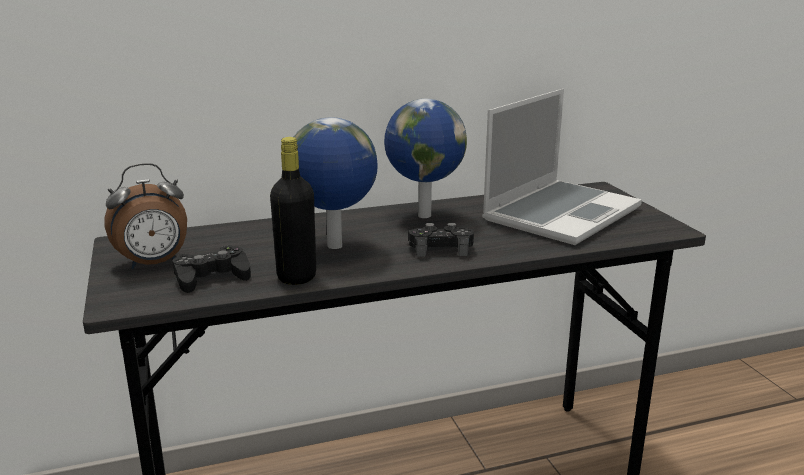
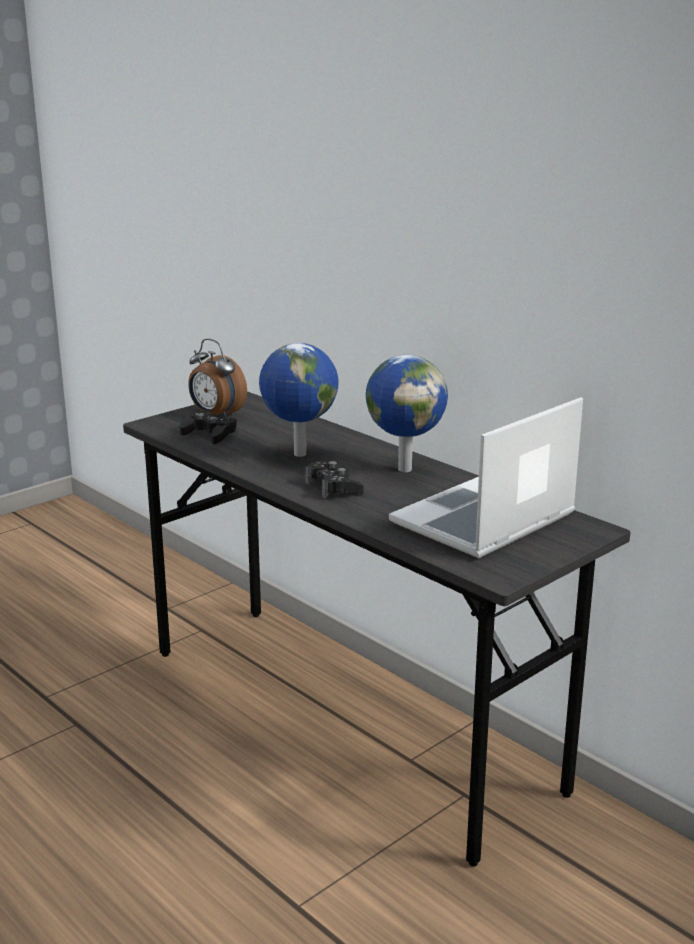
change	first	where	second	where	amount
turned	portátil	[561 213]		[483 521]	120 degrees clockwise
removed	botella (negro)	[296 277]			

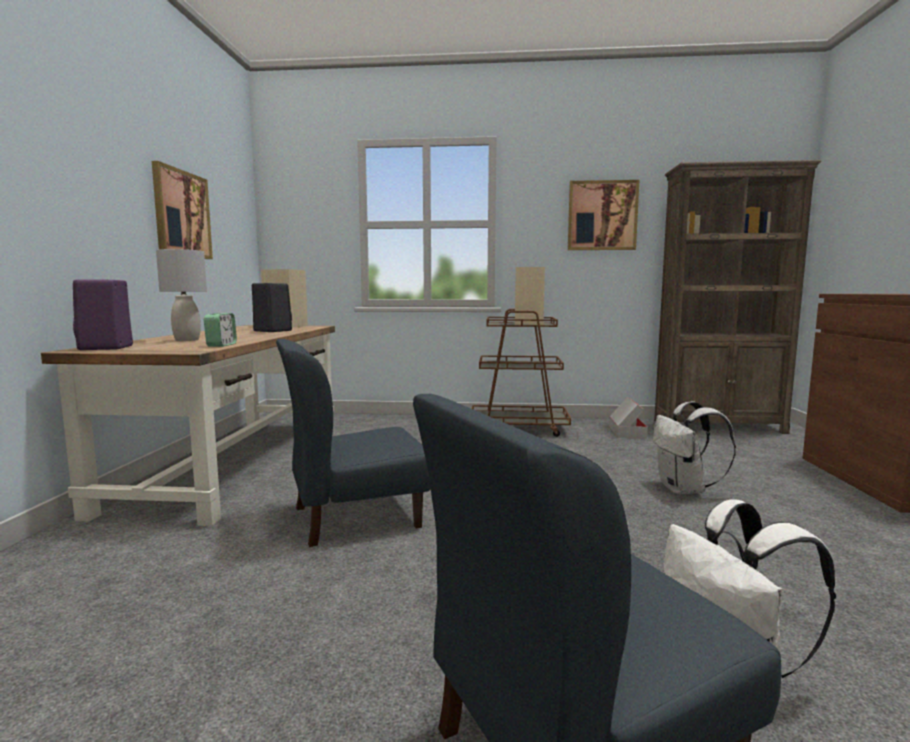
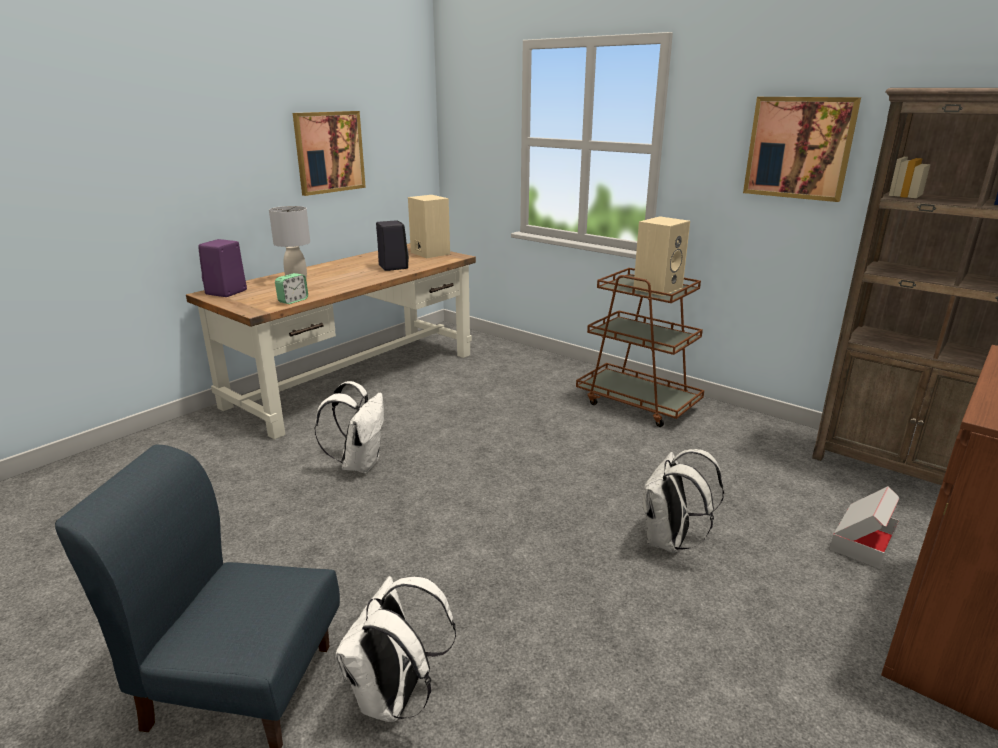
change	first	where	second	where	amount
replaced	silla (azul)	[355 517]	mochila (blanco)	[359 463]	
moved	caja de cartón	[627 432]		[862 542]	

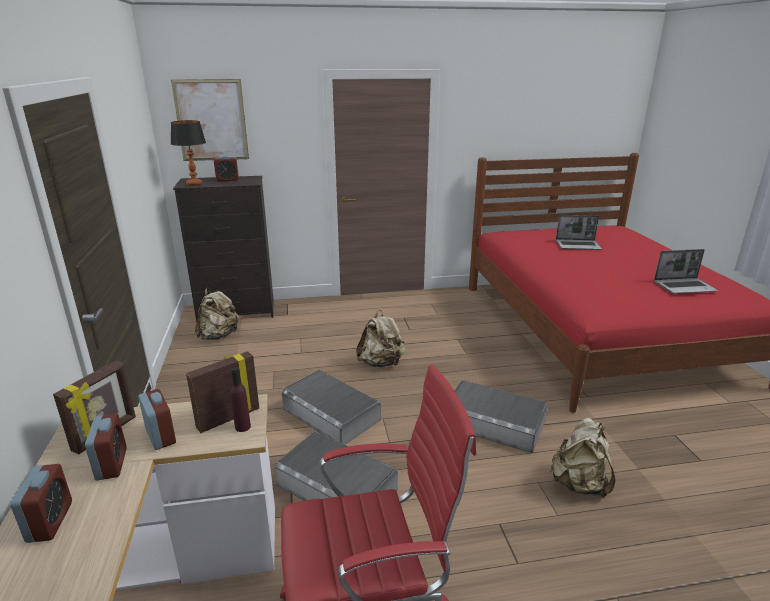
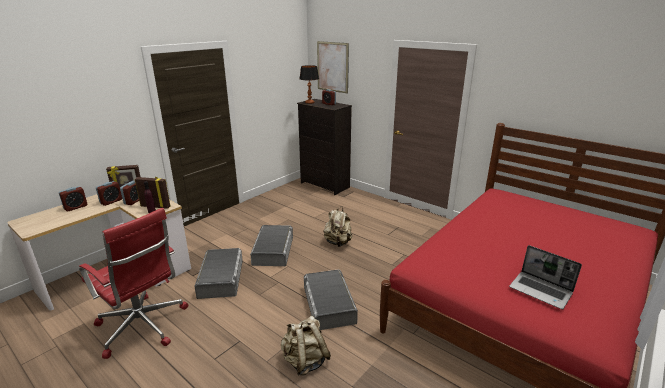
change	first	where	second	where	amount
removed	mochila (beis)	[219 335]			
removed	portátil	[578 245]			

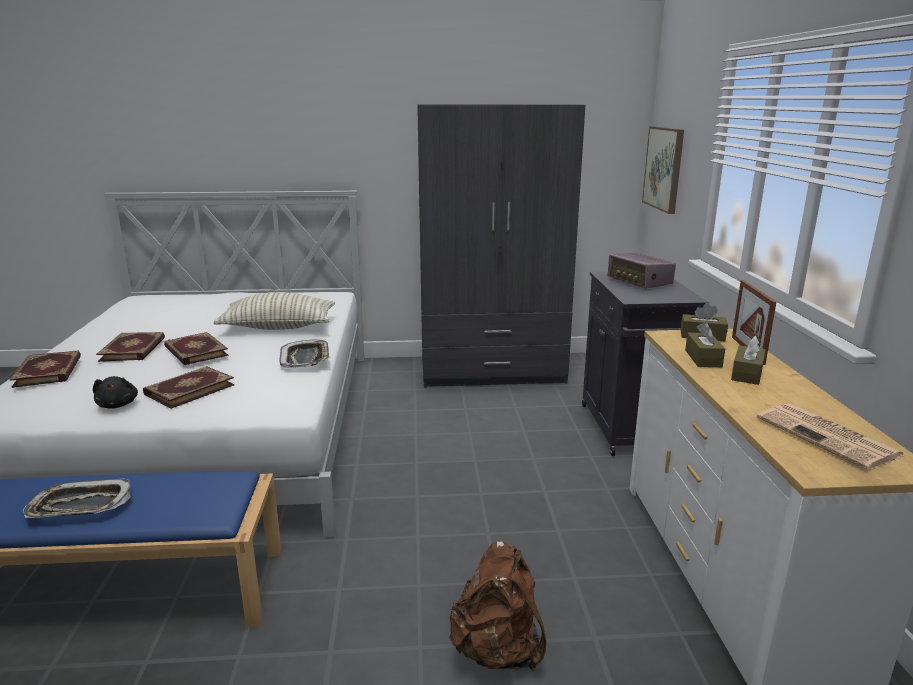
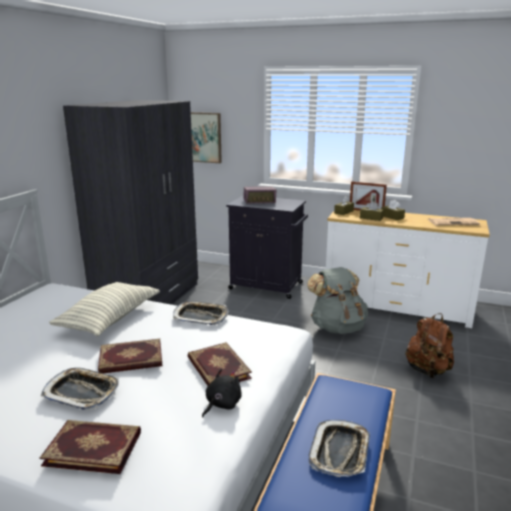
change	first	where	second	where	amount
replaced	libro	[134 349]	bandeja	[82 392]	
turned	peluche (negro)	[118 405]		[221 404]	60 degrees counterclockwise
added			mochila (gris)	[337 327]	

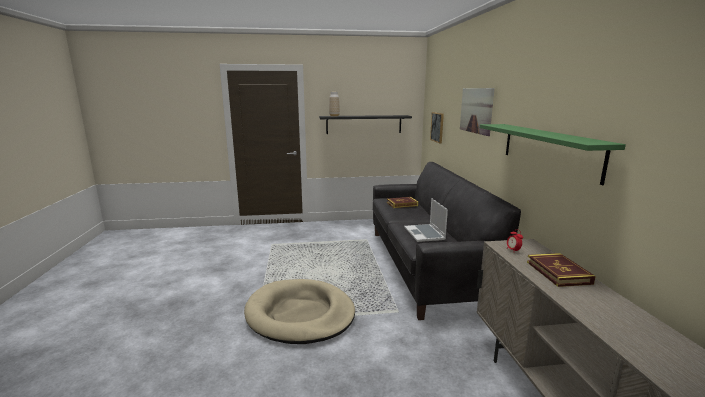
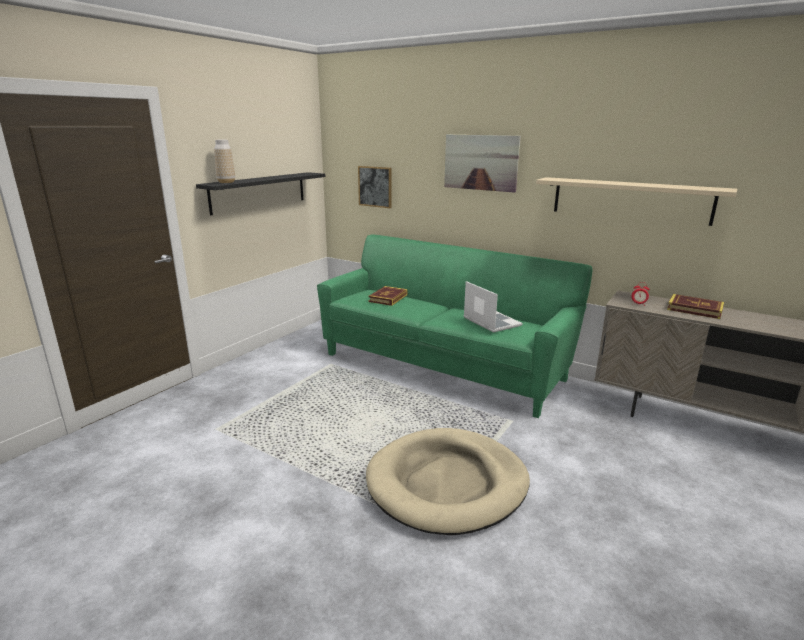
change	first	where	second	where	amount
recoloured	sofá (negro)	[423 265]	sofá (verde)	[442 366]	
turned	portátil	[425 234]		[490 322]	150 degrees counterclockwise
recoloured	estante (verde)	[548 149]	estante (beis)	[630 200]	

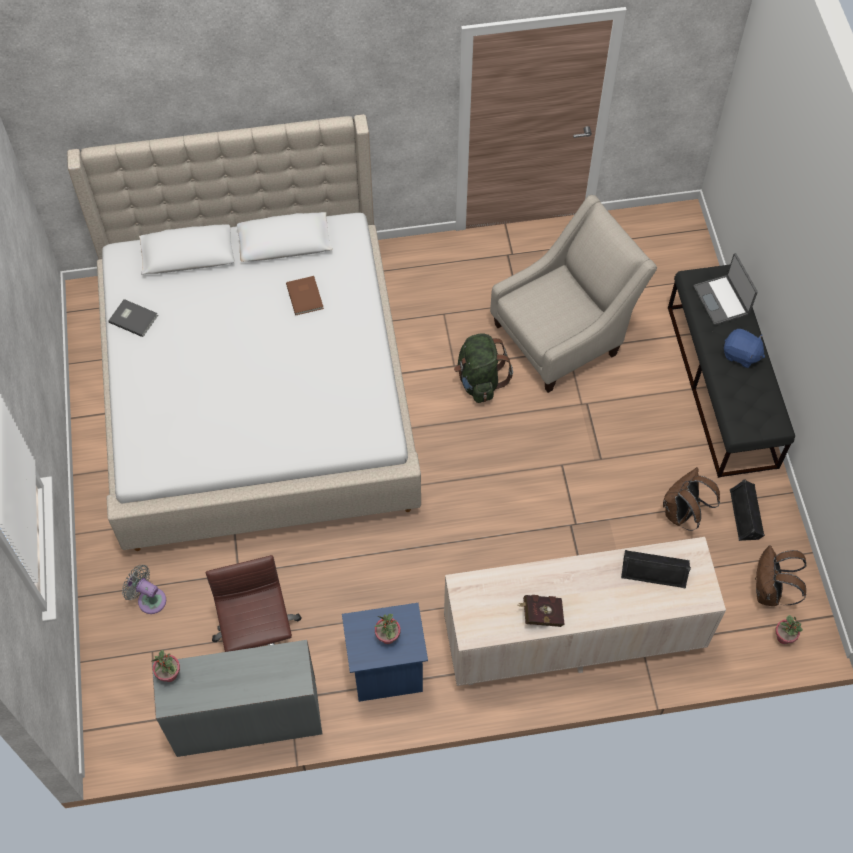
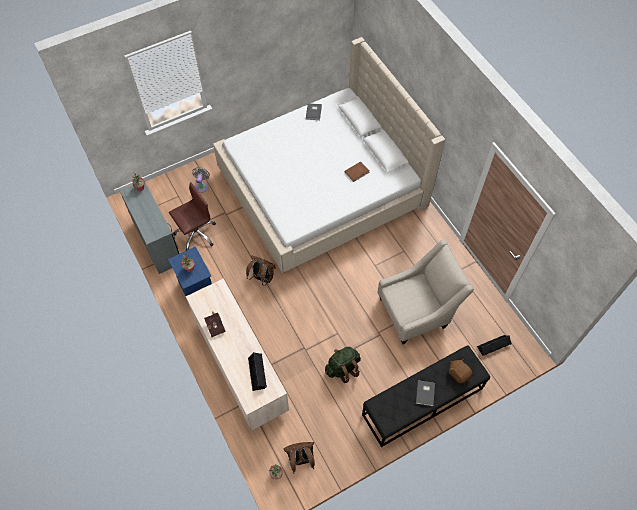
change	first	where	second	where	amount
moved	mochila (marrón)	[682 514]		[262 278]	
moved	mochila (verde)	[479 381]		[342 368]	
turned	sillón (beis)	[563 335]		[417 311]	60 degrees counterclockwise
replaced	peluche (azul)	[741 355]	libro (gris)	[425 393]	
replaced	portátil	[722 300]	peluche (marrón)	[459 373]	
moved	altavoz (negro)	[747 514]		[493 346]	

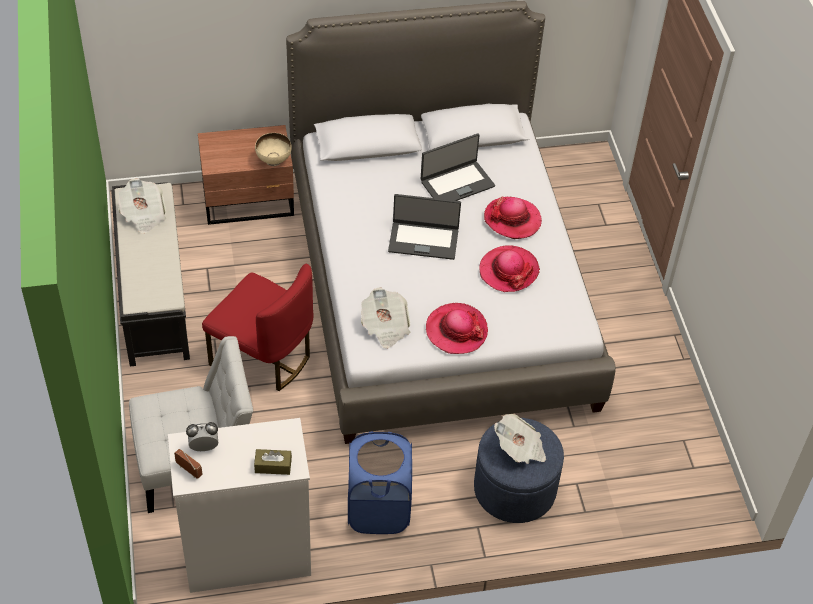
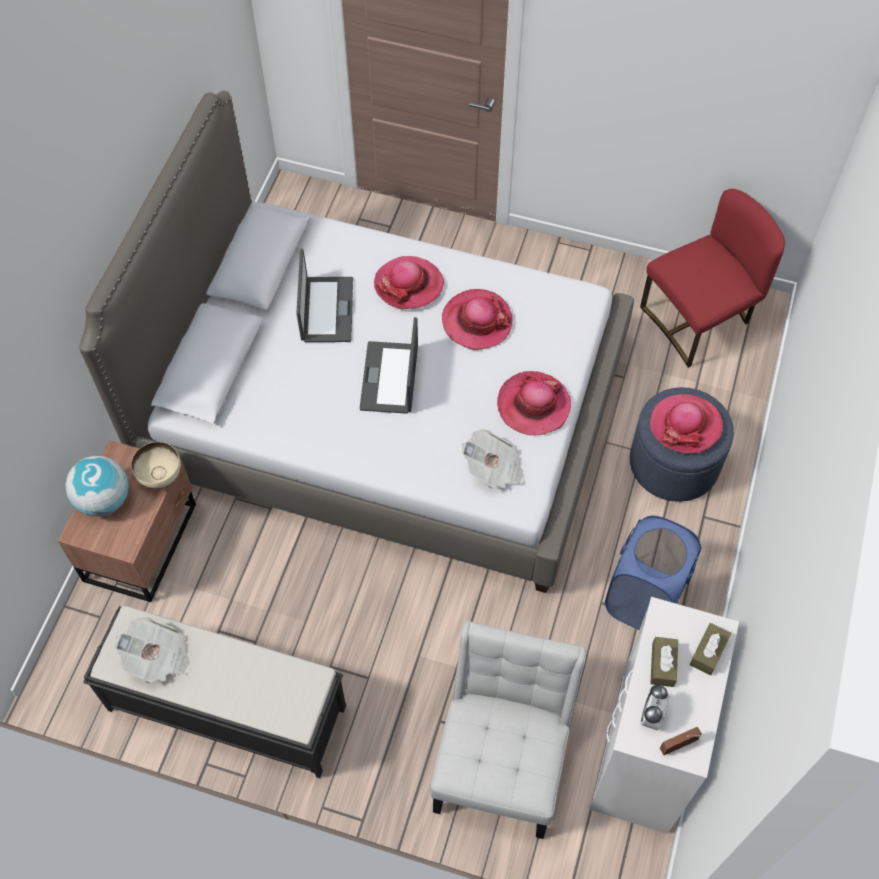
change	first	where	second	where	amount
added			globo terráqueo	[104 499]	
turned	portátil	[423 240]		[390 378]	150 degrees clockwise
moved	silla (rojo)	[263 357]		[698 320]	
replaced	periódico	[520 449]	sombrero	[685 425]	
added			caja de pañuelos (marrón)	[662 665]	

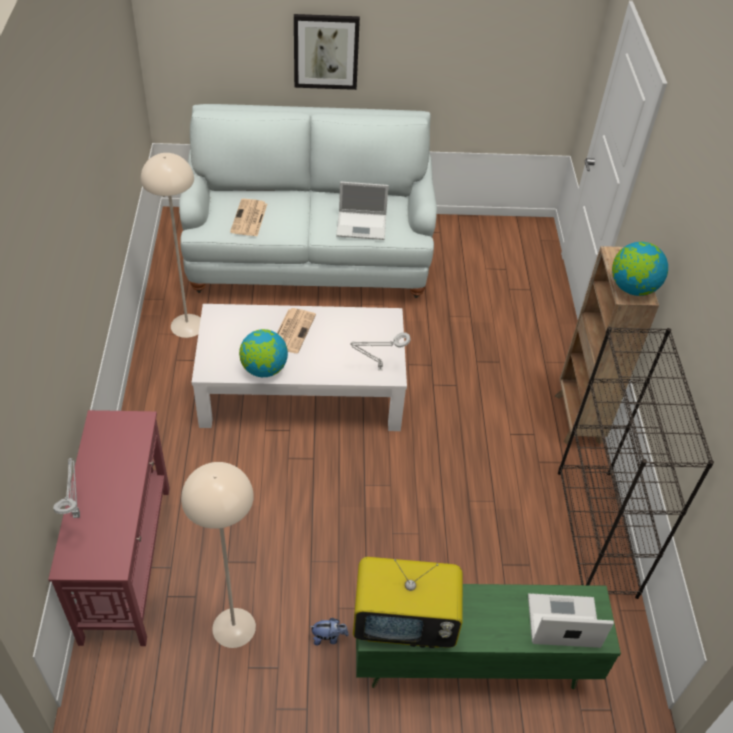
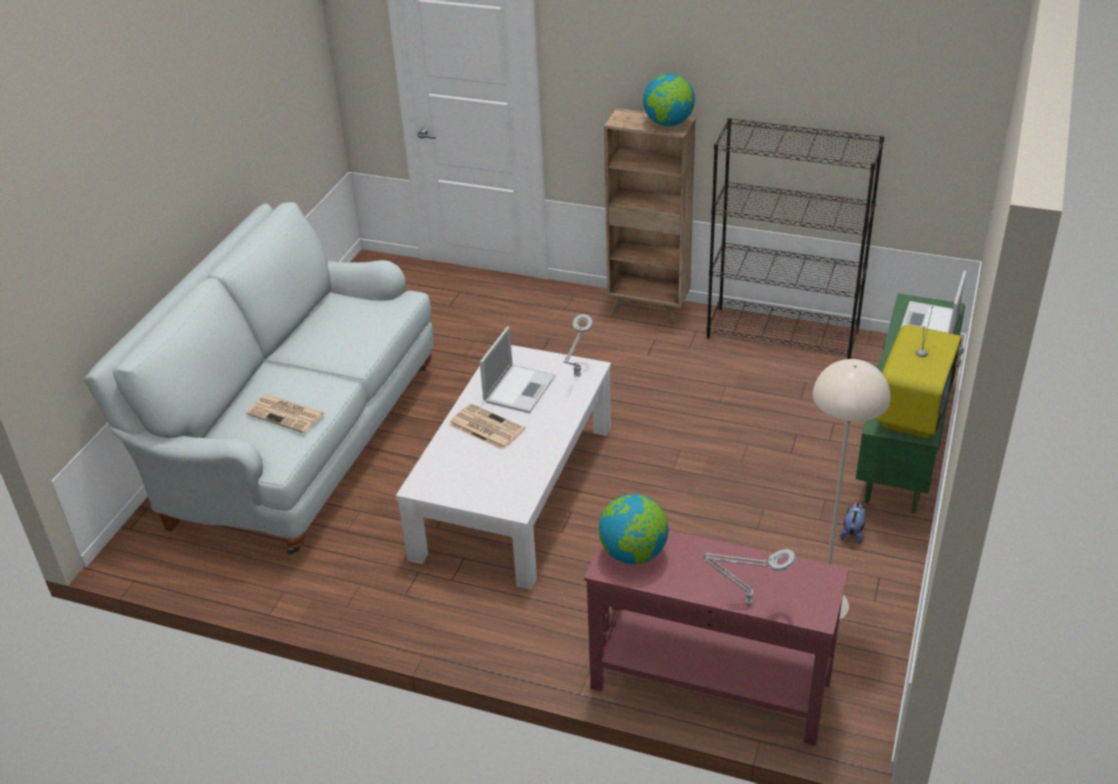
change	first	where	second	where	amount
moved	portátil	[362 225]		[520 388]	
moved	globo terráqueo	[264 369]		[633 554]	
removed	lámpara de pie (beis)	[187 325]			
removed	cuadro	[326 51]			

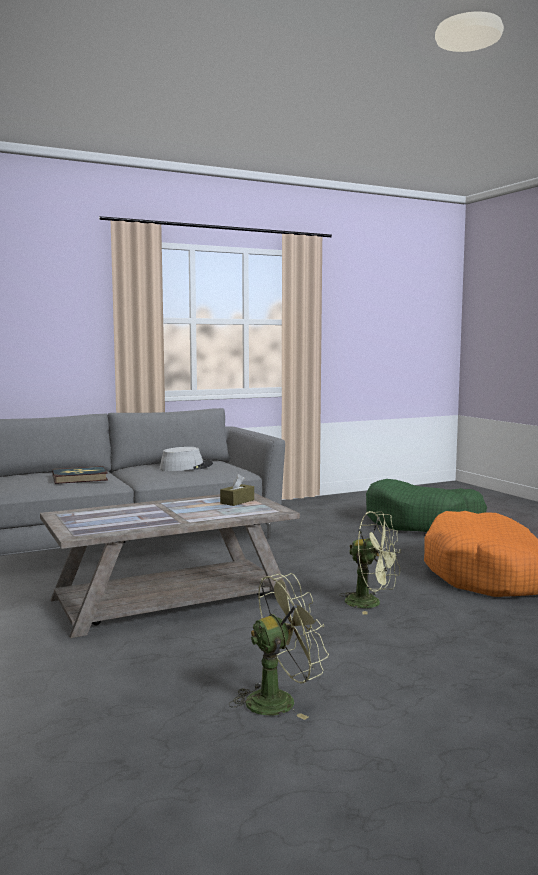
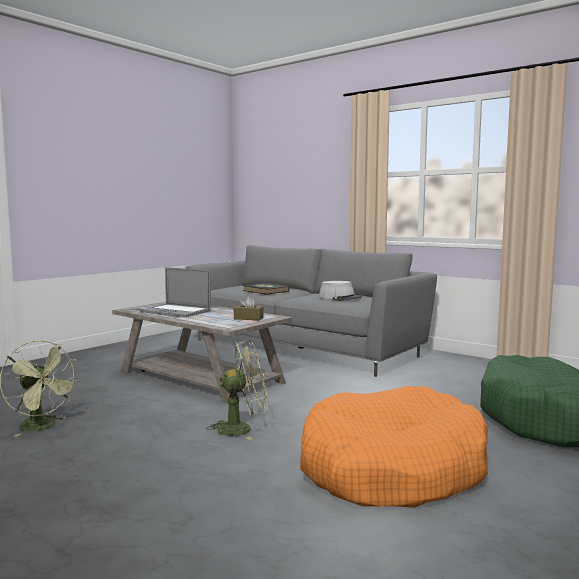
change	first	where	second	where	amount
added			portátil	[175 311]	
turned	ventilador (verde)	[371 603]		[242 428]	105 degrees counterclockwise

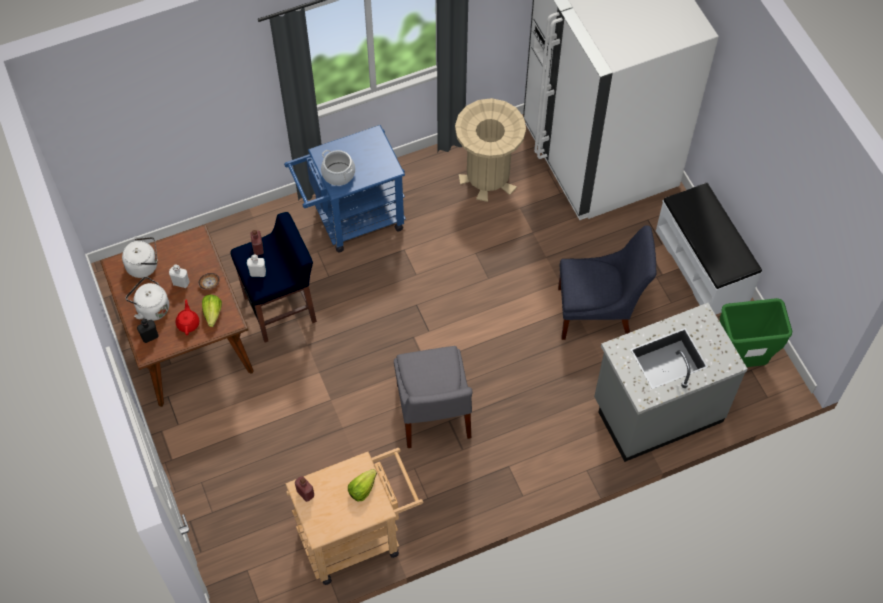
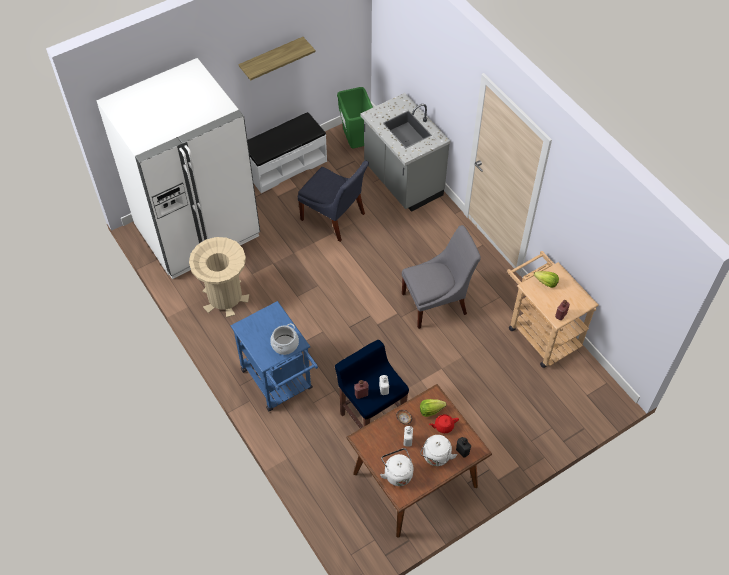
change	first	where	second	where	amount
added			estante	[271 58]	
turned	silla (azul)	[598 313]		[334 218]	135 degrees clockwise

